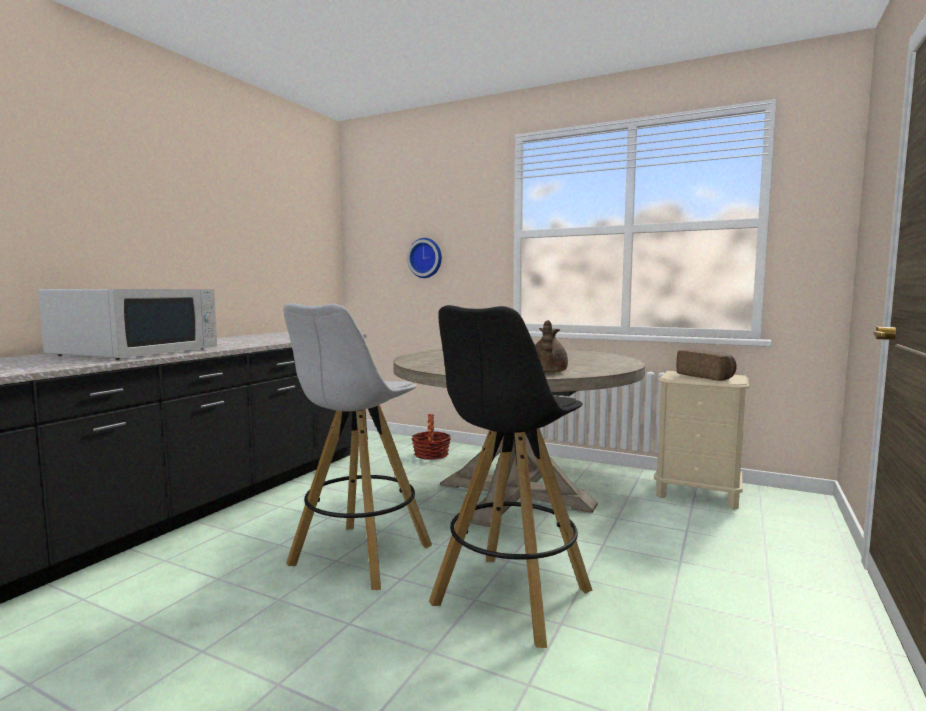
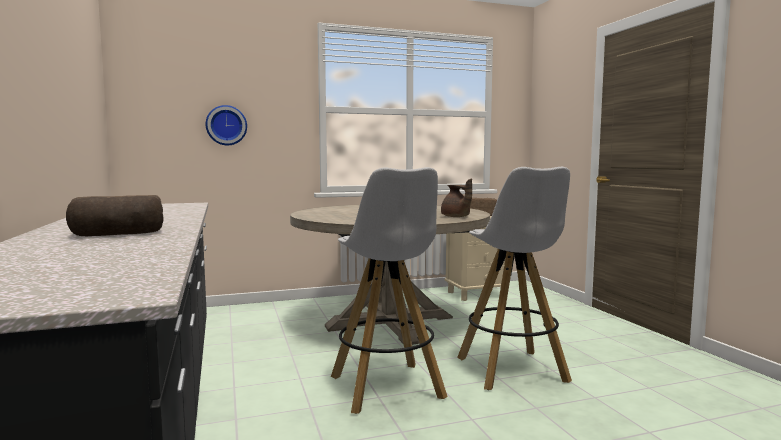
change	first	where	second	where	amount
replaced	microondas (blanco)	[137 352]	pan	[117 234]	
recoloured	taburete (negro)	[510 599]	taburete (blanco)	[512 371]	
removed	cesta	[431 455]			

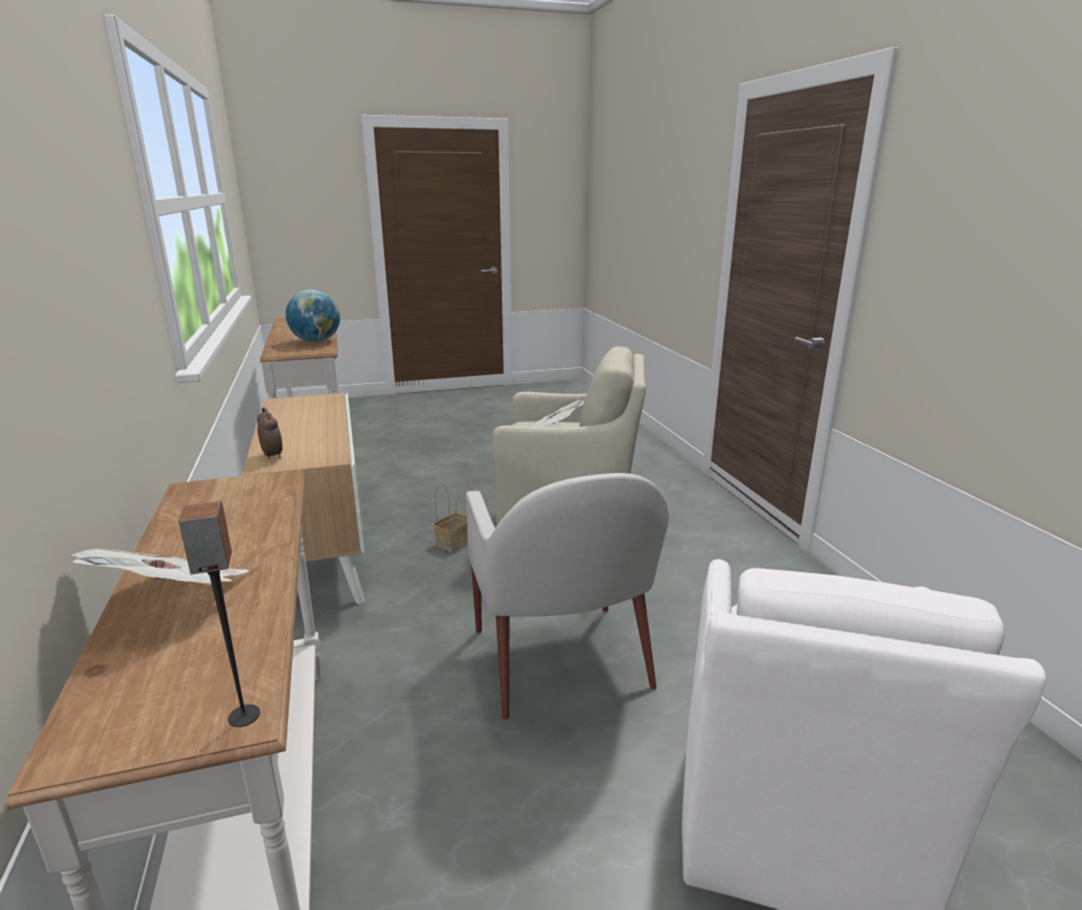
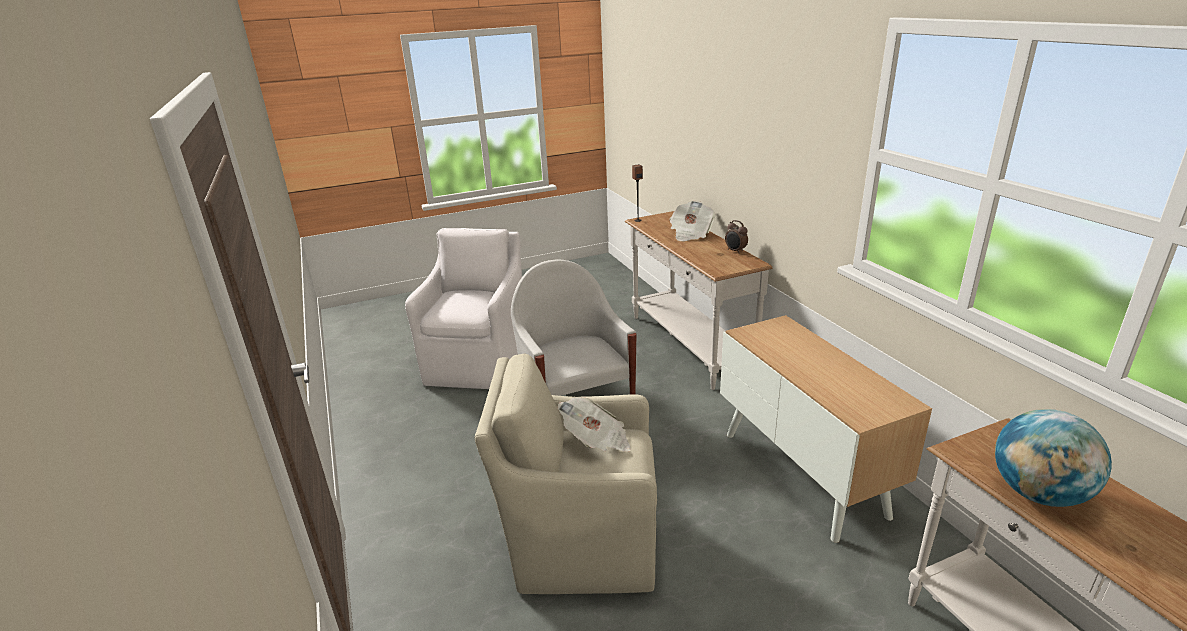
change	first	where	second	where	amount
moved	despertador	[273 456]		[735 251]	
removed	cesta	[454 542]			

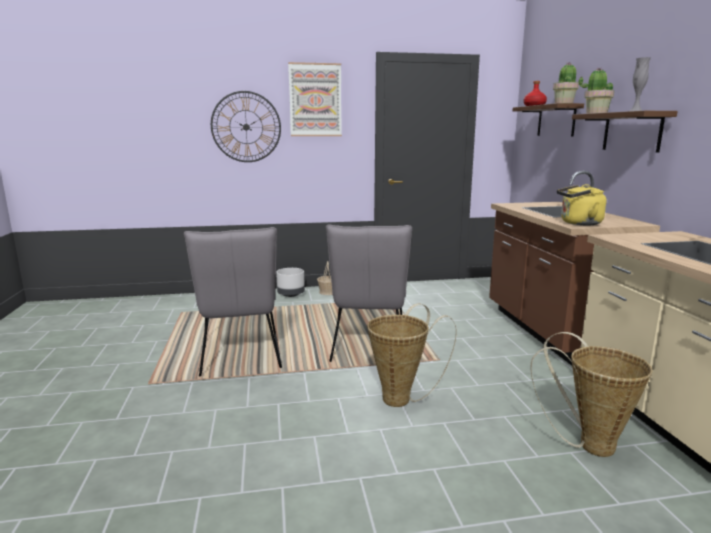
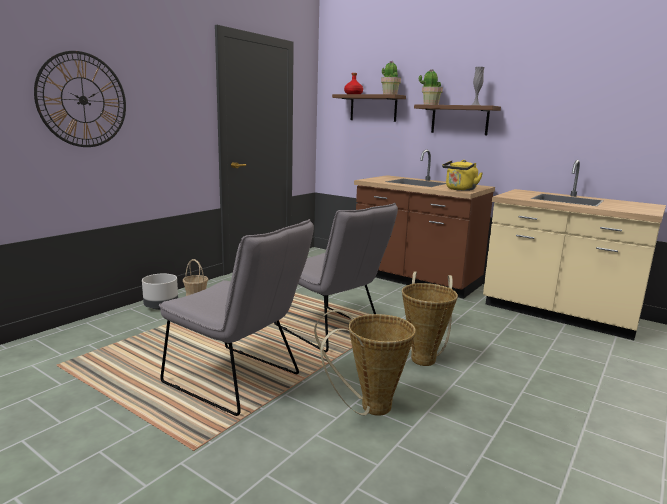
change	first	where	second	where	amount
moved	cesta	[588 444]		[368 408]	
removed	cuadro	[315 100]			

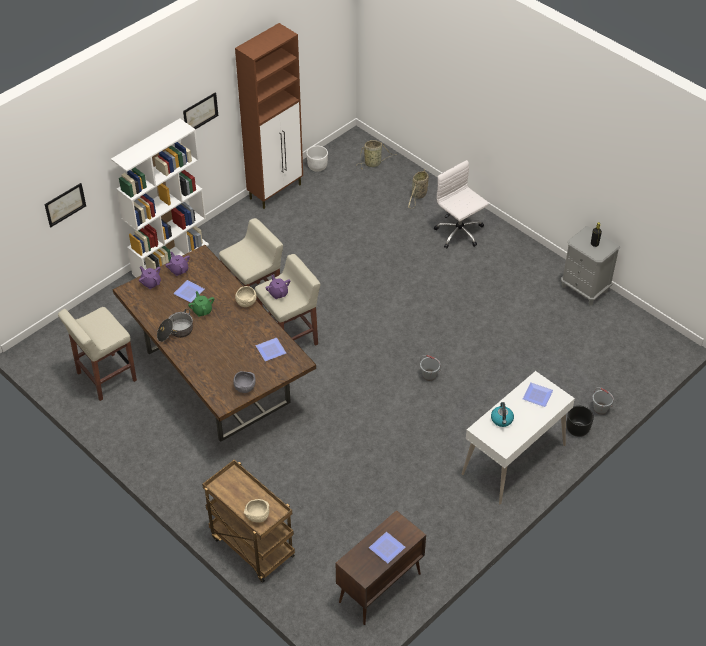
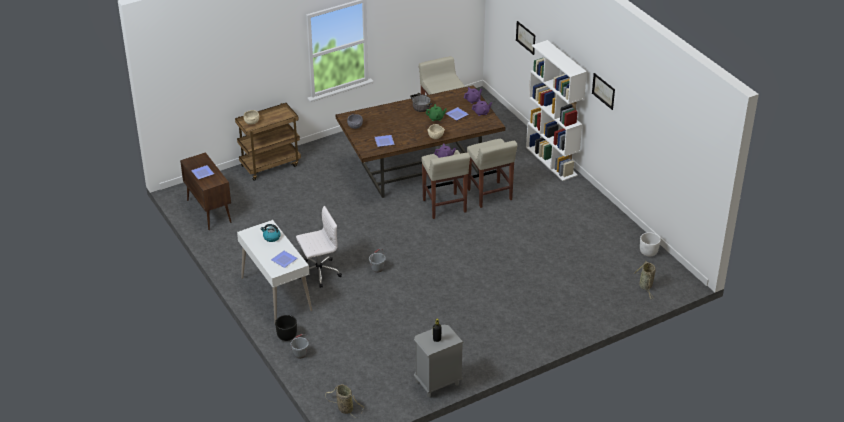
change	first	where	second	where	amount
moved	silla de oficina (blanco)	[459 233]		[318 272]	
moved	cesta	[418 195]		[344 408]	
removed	armario (marrón)	[276 191]			

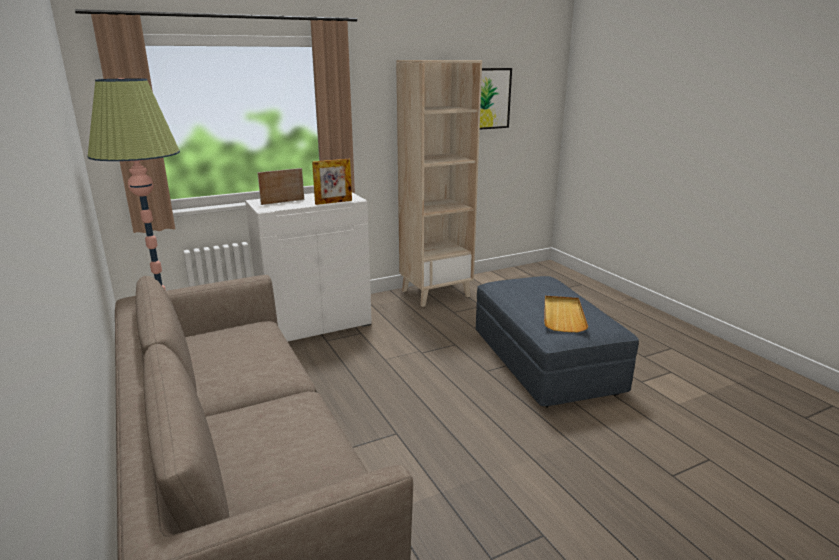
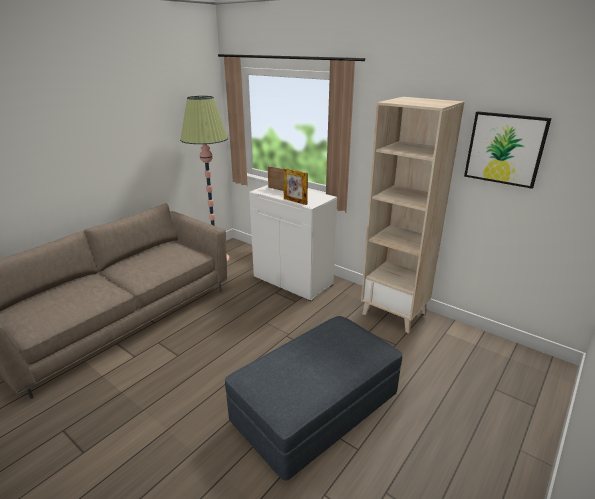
change	first	where	second	where	amount
removed	bandeja (beis)	[563 316]			

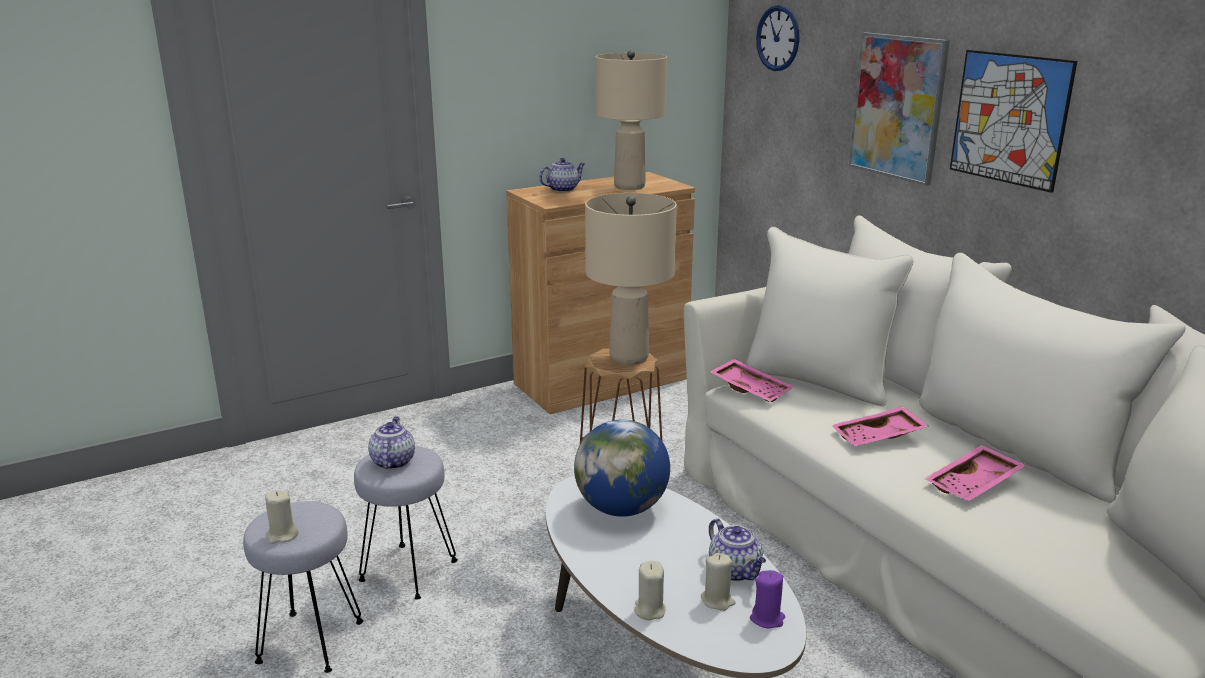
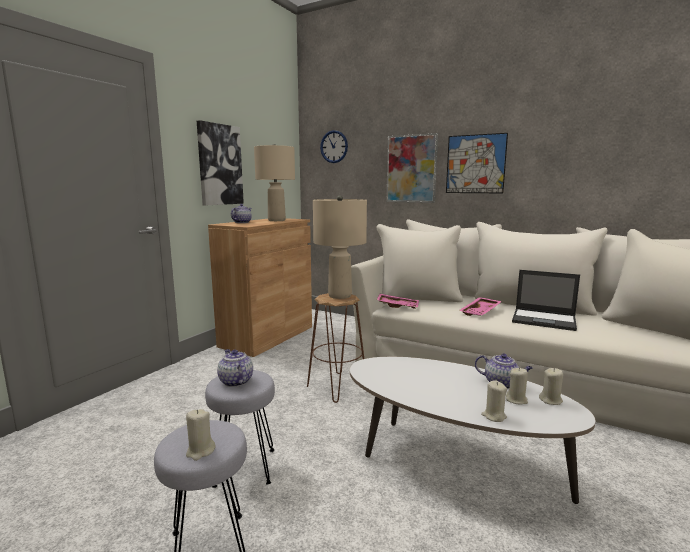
change	first	where	second	where	amount
added			cuadro	[219 165]	
replaced	bandeja (rosa)	[974 484]	portátil	[544 320]	
recoloured	vela (morado)	[767 619]	vela (beis)	[551 400]	
removed	globo terráqueo	[621 508]			

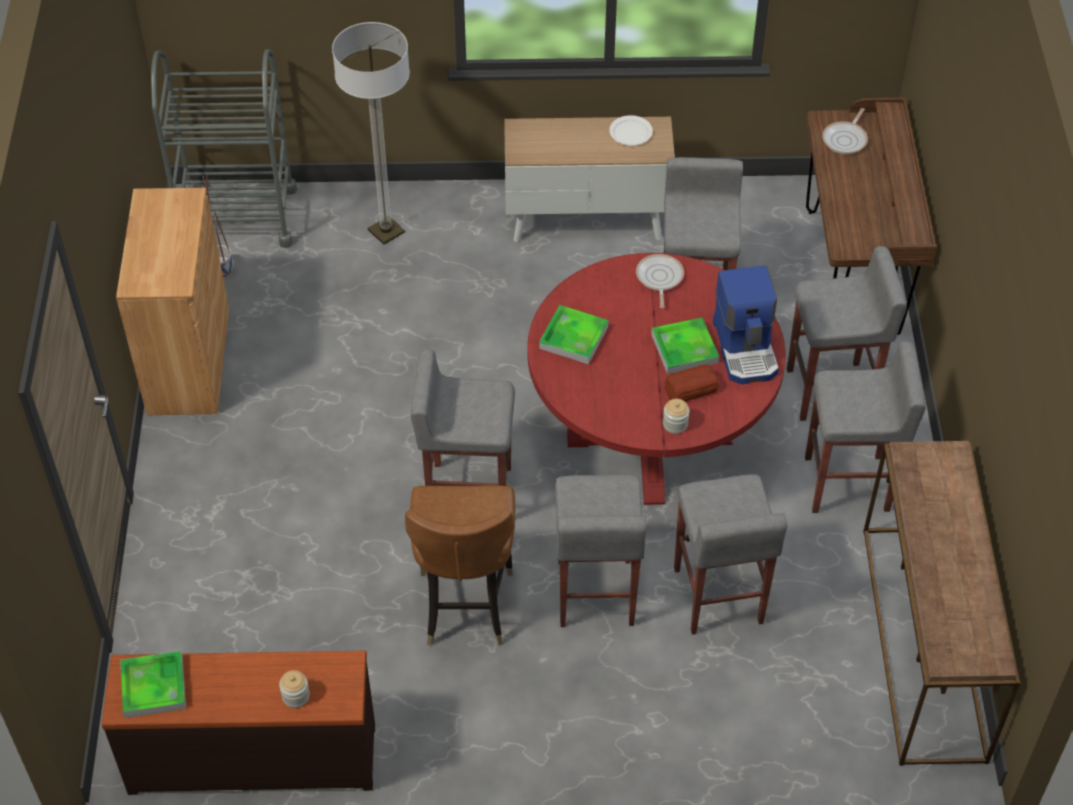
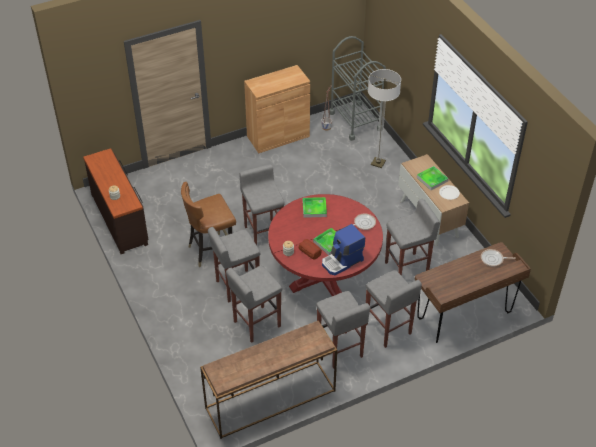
change	first	where	second	where	amount
moved	bandeja	[154 687]		[432 179]	

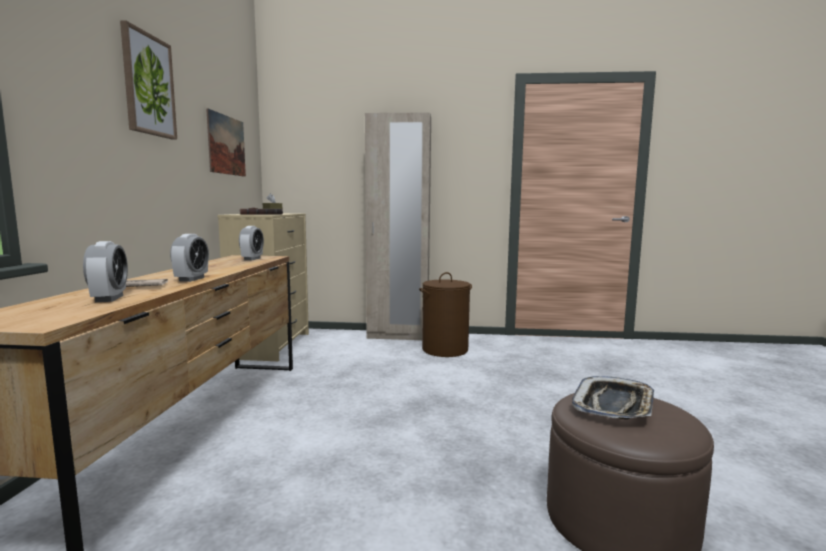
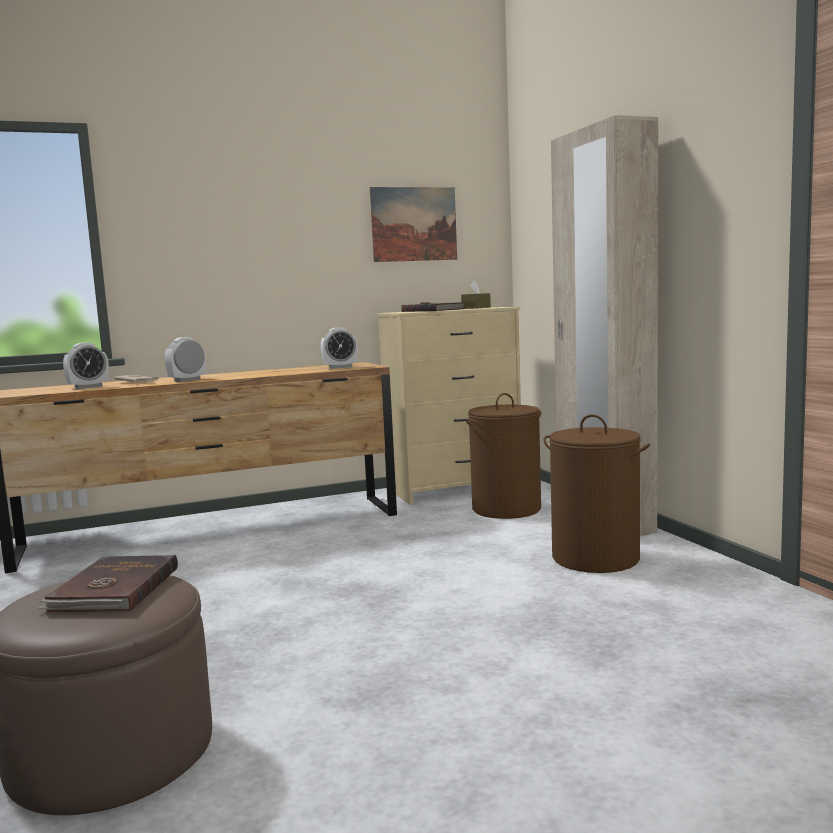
change	first	where	second	where	amount
replaced	bandeja	[614 405]	libro (marrón)	[113 589]	
turned	despertador	[191 279]		[187 380]	150 degrees clockwise
added			cesto de la ropa (marrón)	[506 509]	
removed	cuadro	[148 85]			

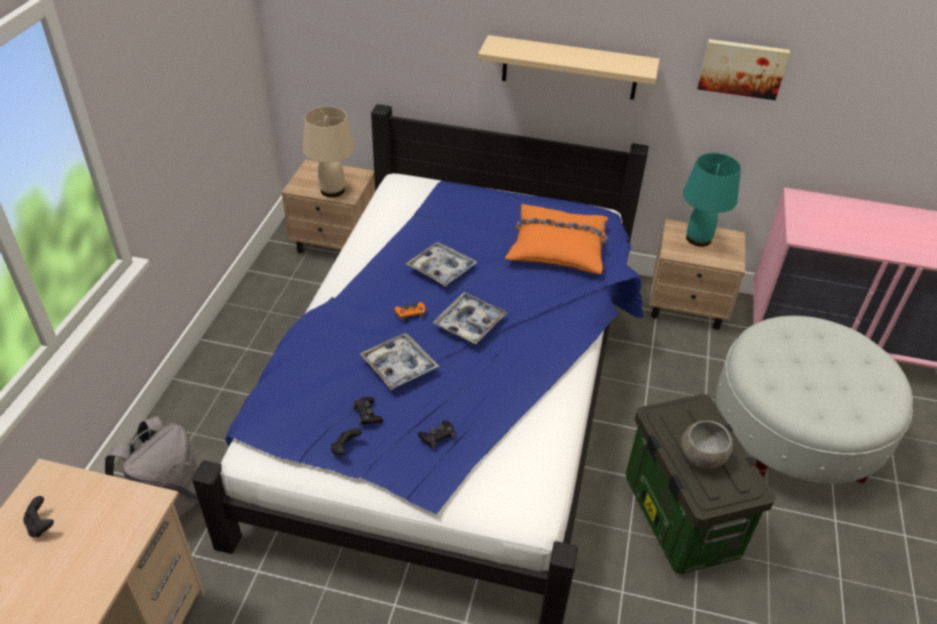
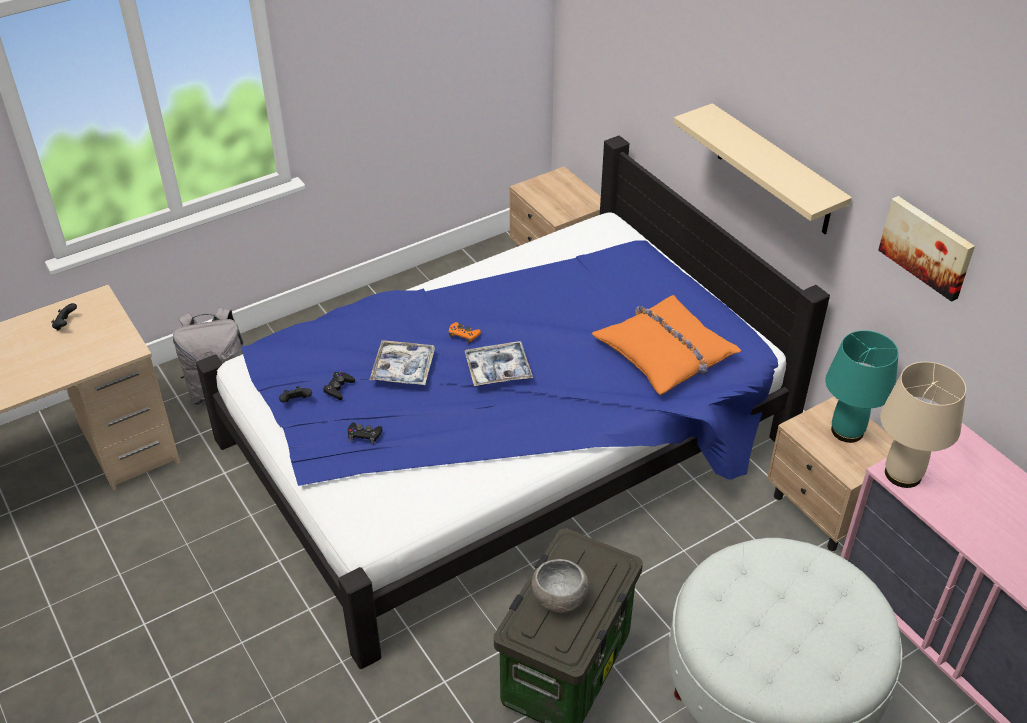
change	first	where	second	where	amount
moved	lámpara de mesa (beis)	[332 191]		[902 474]	
removed	bandeja	[441 269]			

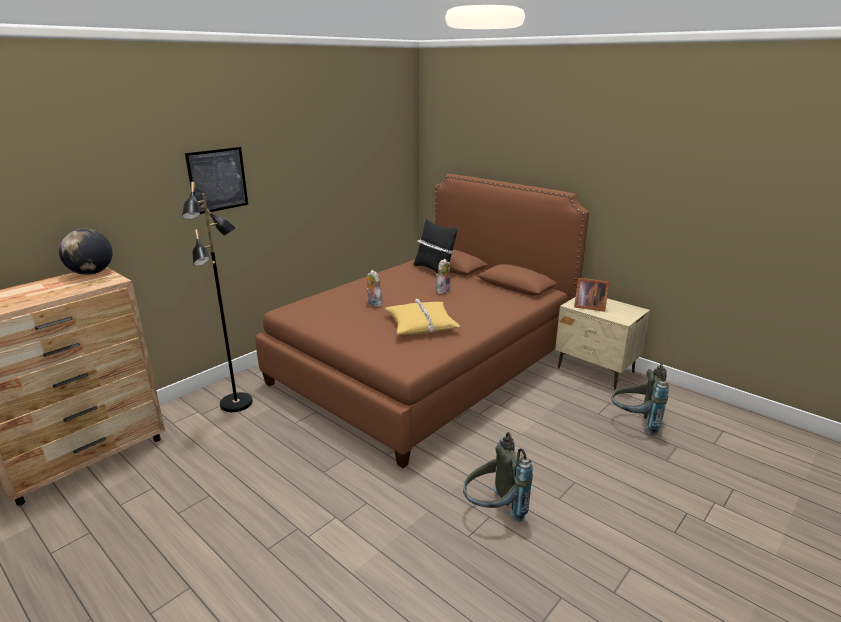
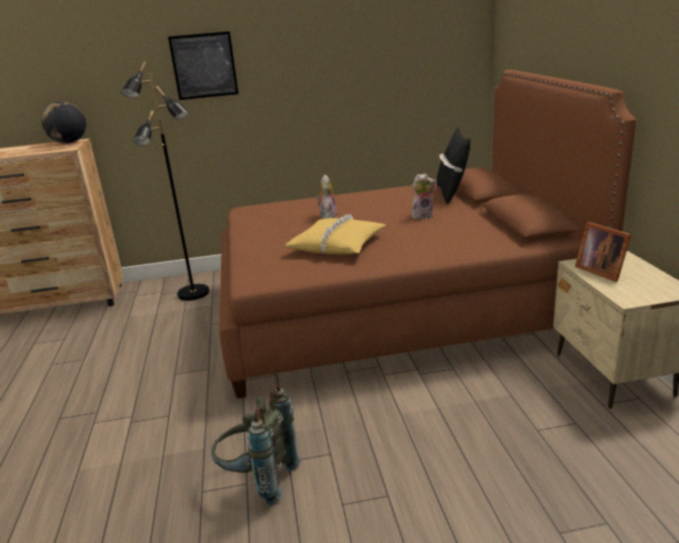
change	first	where	second	where	amount
removed	mochila (gris)	[635 422]			

